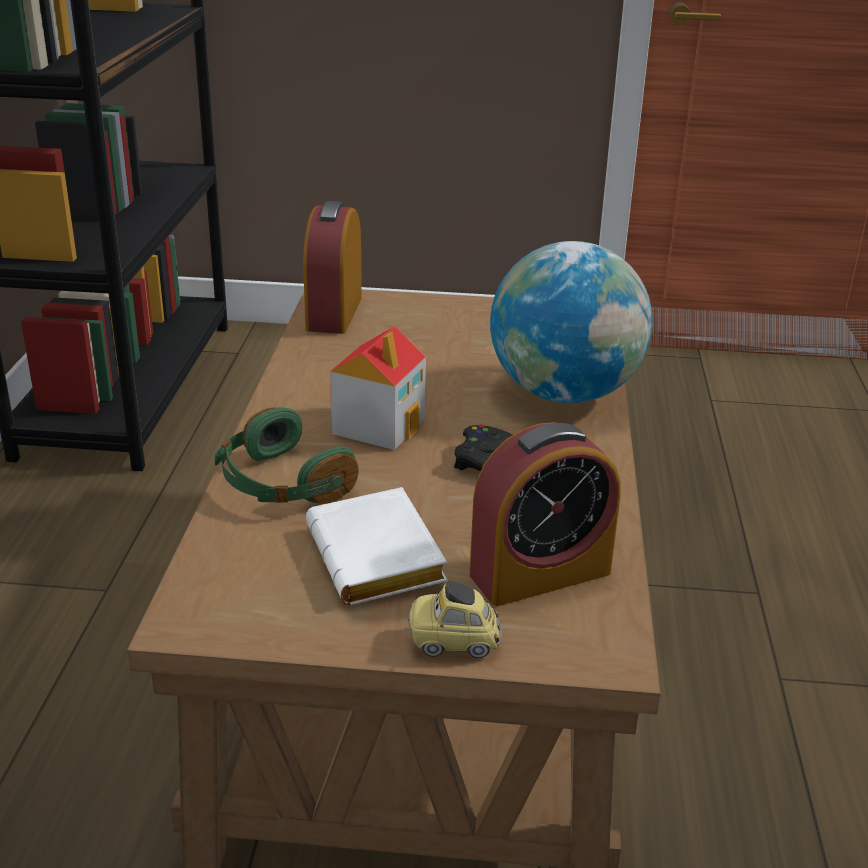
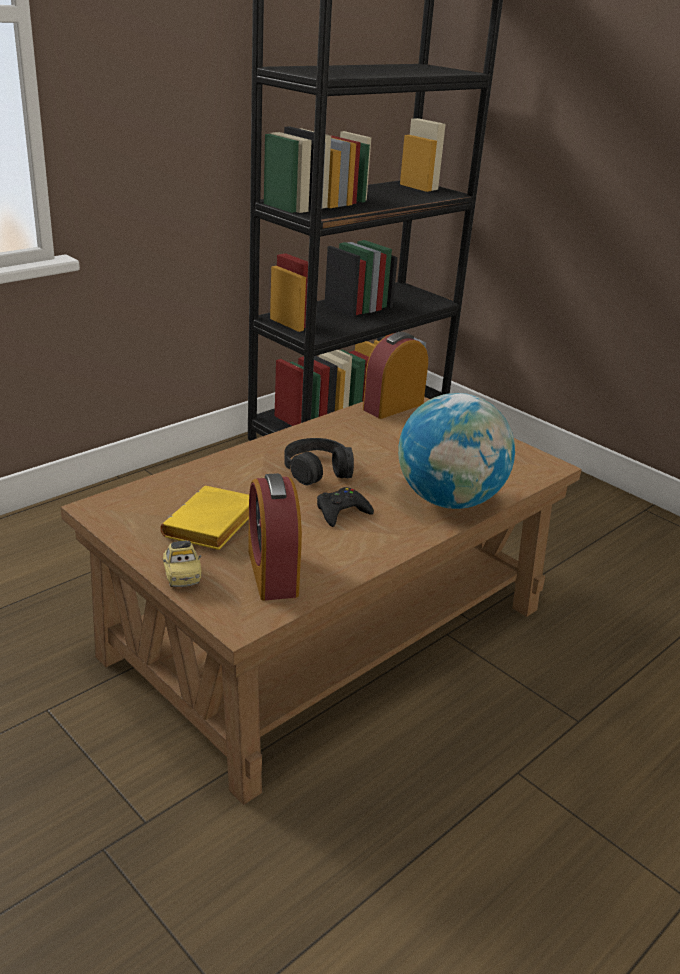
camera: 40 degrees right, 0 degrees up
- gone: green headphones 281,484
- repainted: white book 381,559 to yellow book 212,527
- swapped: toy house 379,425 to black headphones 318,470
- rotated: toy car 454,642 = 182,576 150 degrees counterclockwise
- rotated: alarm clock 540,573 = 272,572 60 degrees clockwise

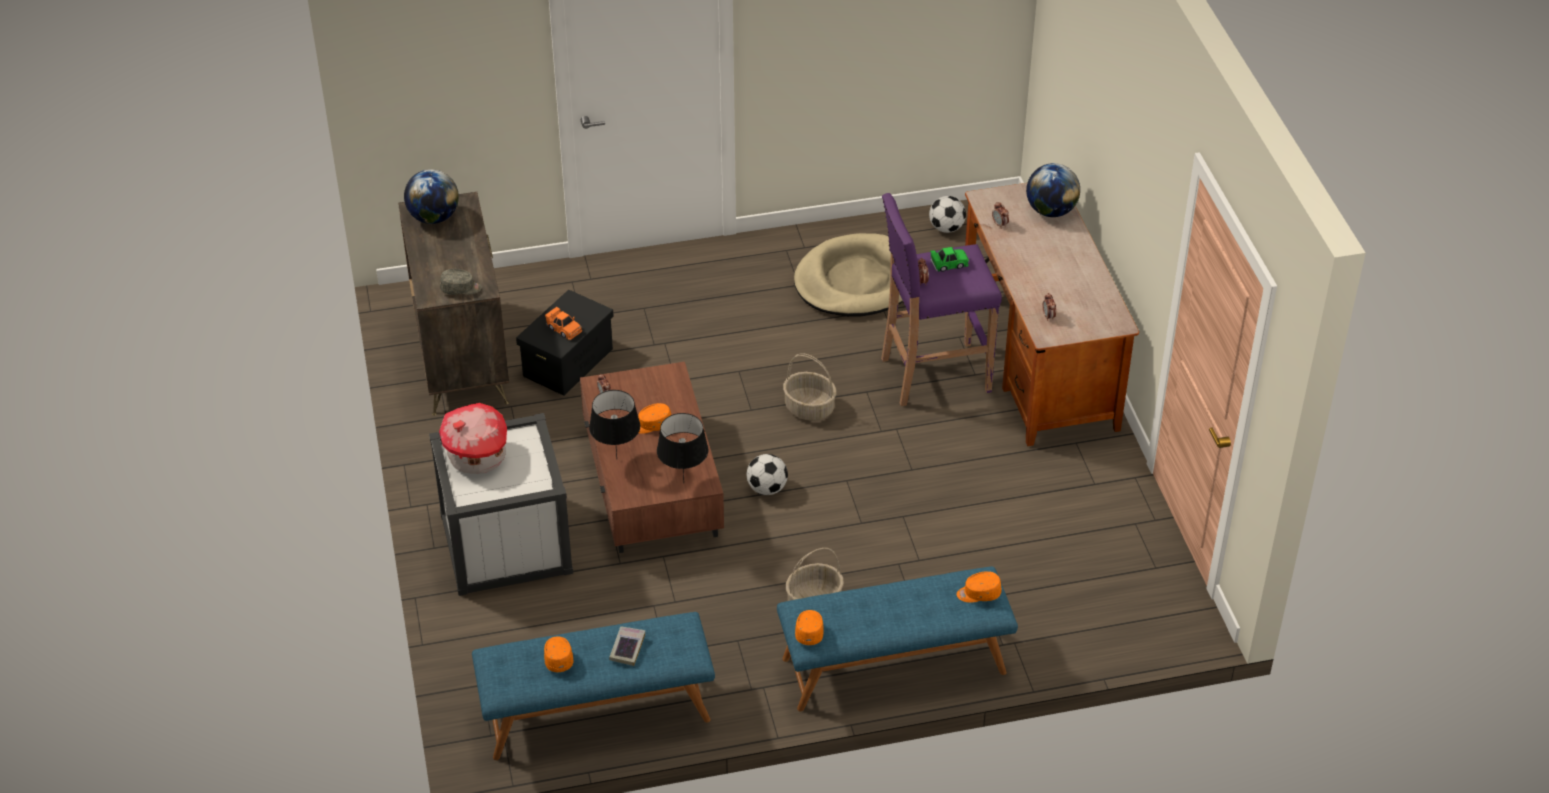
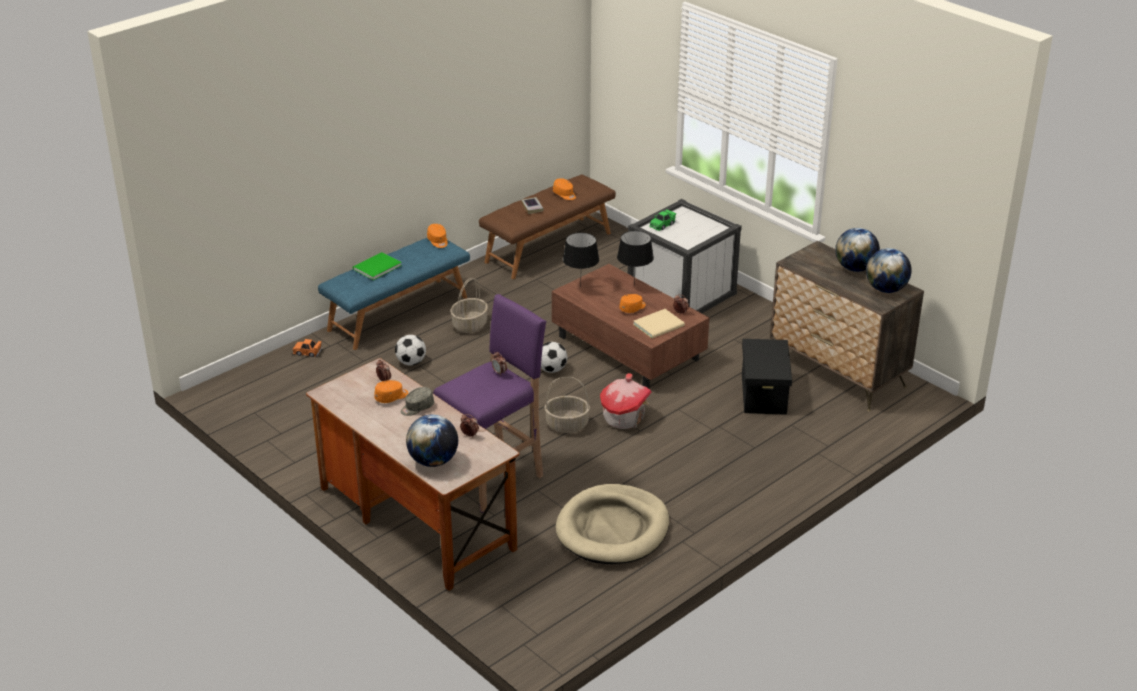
camera: 150 degrees right, 10 degrees down
- shifted: toy house 477,457 to 624,418
- shifted: grey cap 461,289 to 417,407
- repainted: blue bench 596,713 to brown bench 548,247
- shifted: orange toy car 564,329 to 307,352
- shifted: football 946,228 to 411,362
- shifted: green toy car 949,264 to 662,225
- shifted: orange cap 978,594 to 391,397
- new: green book 375,267
- new: beige book 660,325
- new: globe 855,268

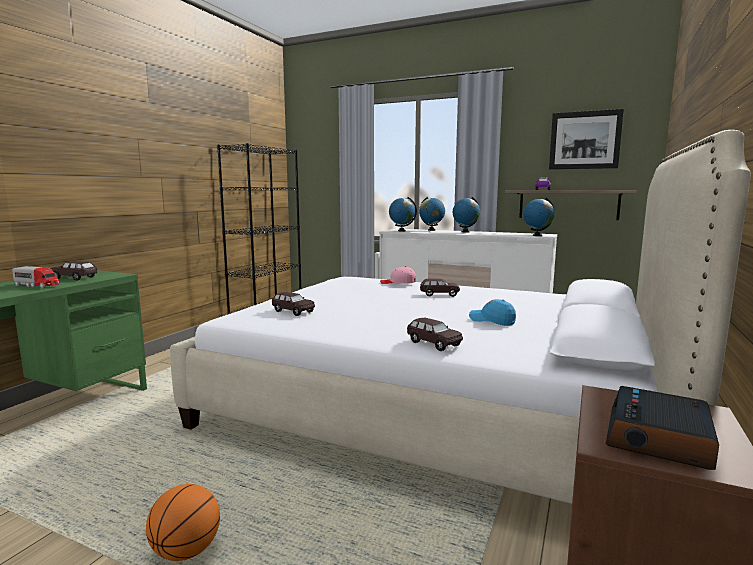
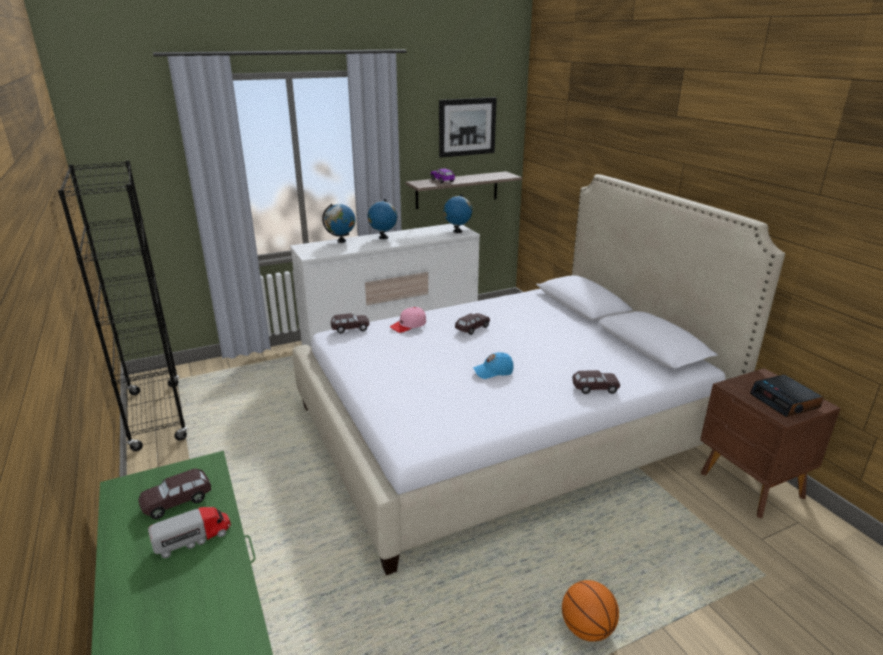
camera: 50 degrees left, 15 degrees up
- shifted: brown toy car 293,311 to 350,328
- gone: globe 401,231
- shifted: blue cap 492,321 to 493,372

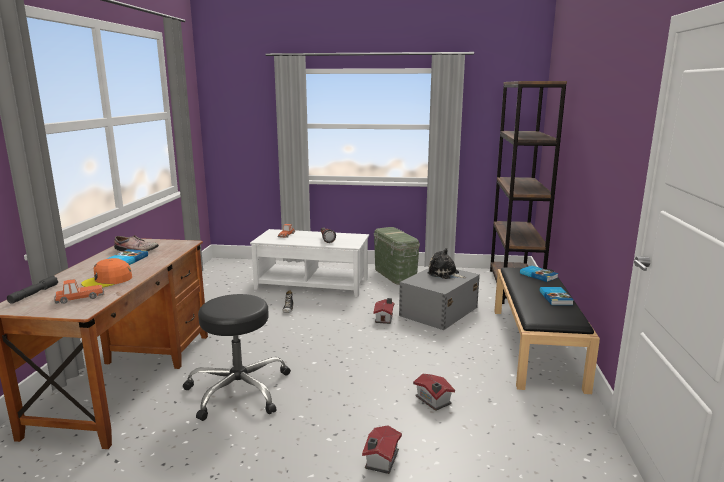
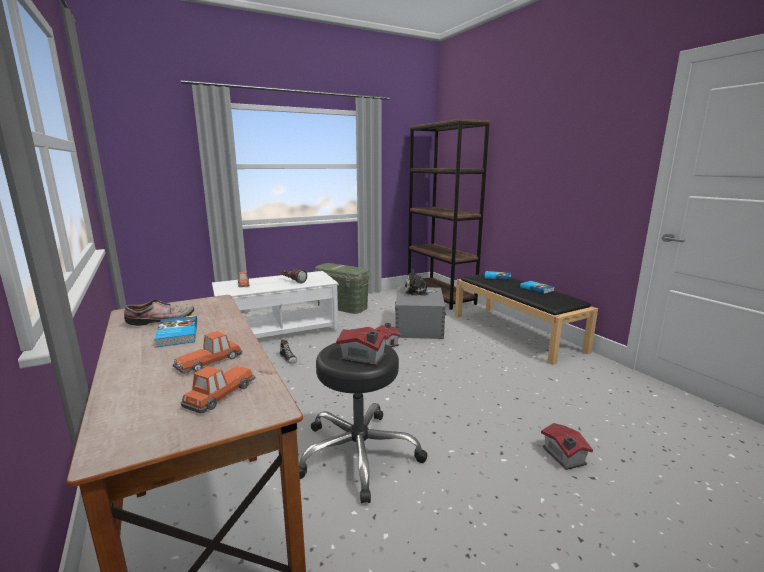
camera: 35 degrees left, 0 degrees up
- gone: grey flashlight 34,294
- swapped: orange cap 108,280 to toy car 209,361
- shifted: toy house 433,401 to 364,358

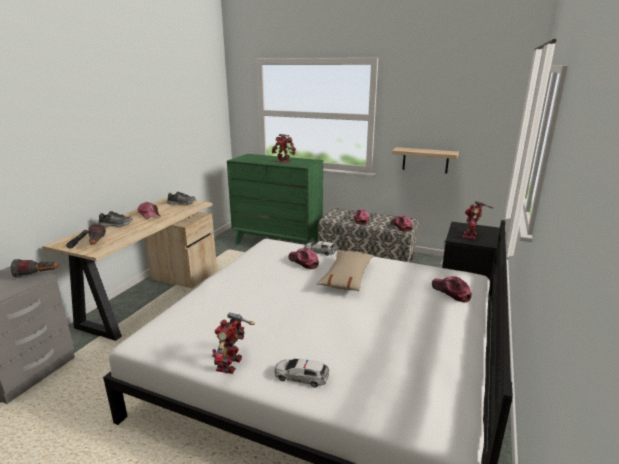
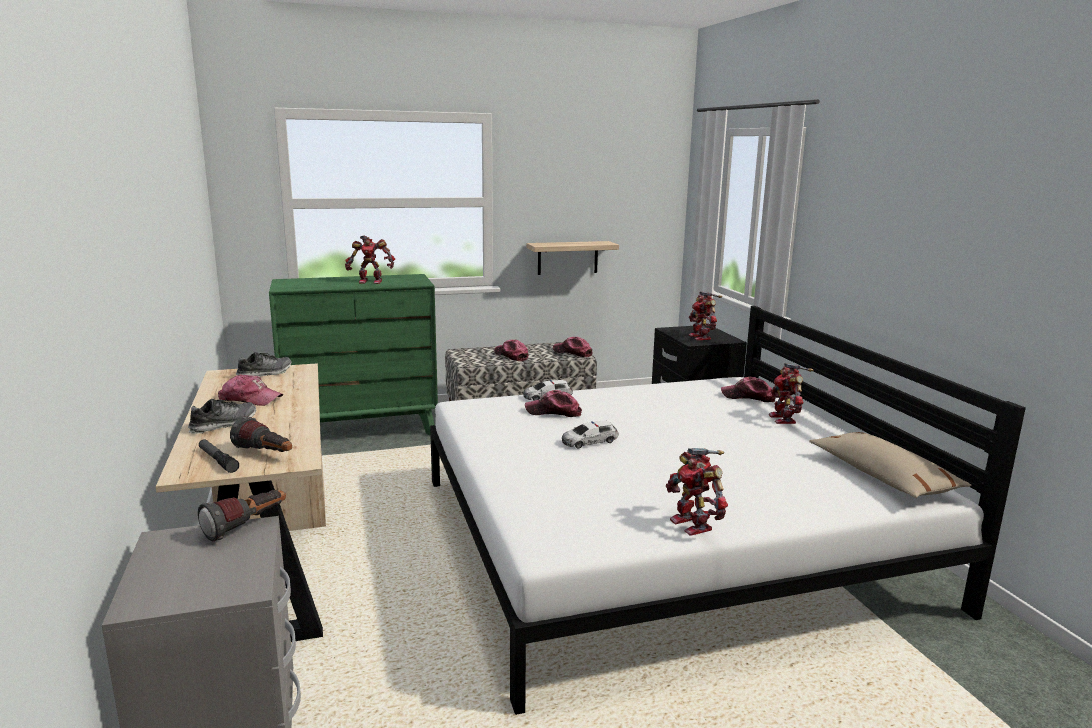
camera: 40 degrees left, 5 degrees down
- shifted: toy car 301,376 to 589,441
- shifted: beige pillow 347,277 to 882,477
- new: toy robot 784,419

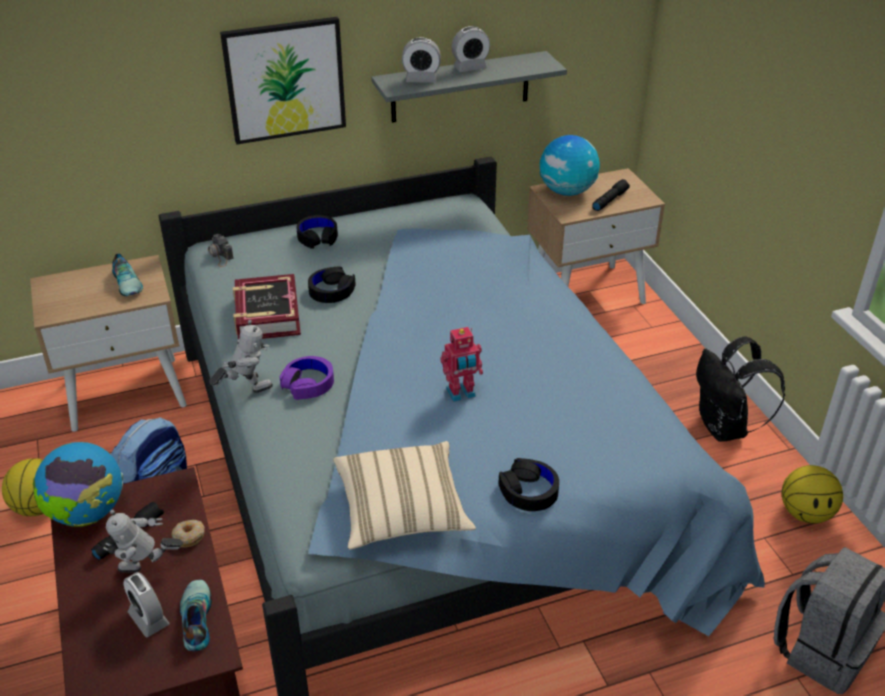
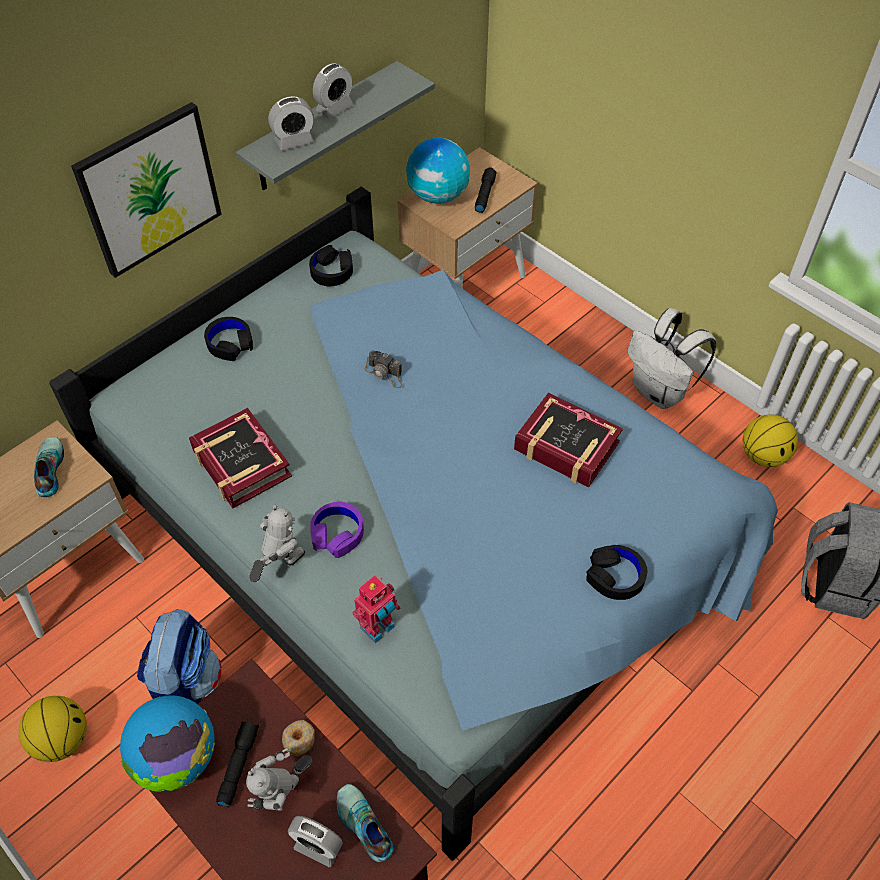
camera: 25 degrees left, 15 degrees up
- rotated: shoe 128,283 = 48,470 135 degrees counterclockwise
- shifted: photo camera 220,255 to 385,374
- shifted: black headphones 331,290 to 332,271
- gone: beige pillow 402,510
- shifted: toy robot 461,394 to 379,628
- repainted: black backpack 725,428 to white backpack 660,392
- new: book 566,446

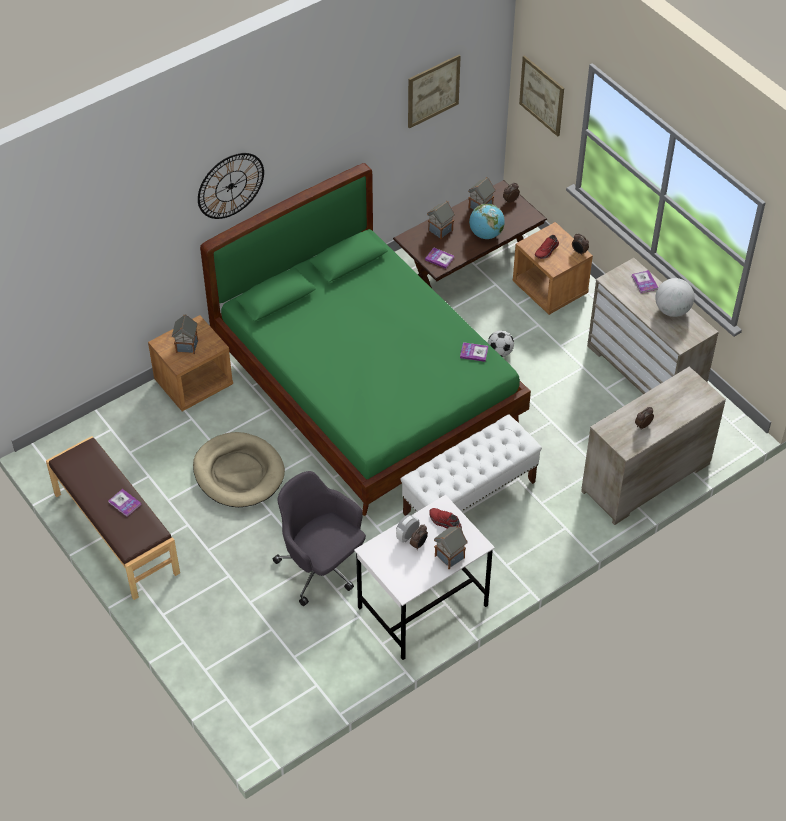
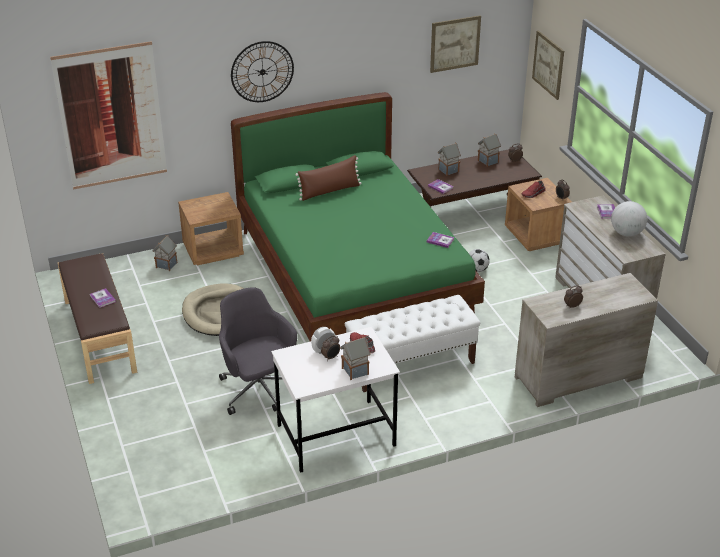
camera: 15 degrees right, 15 degrees down
- shifted: toy house 187,345 to 166,264
- gone: globe 486,234
- new: picture 111,116
- new: brown pillow 329,191

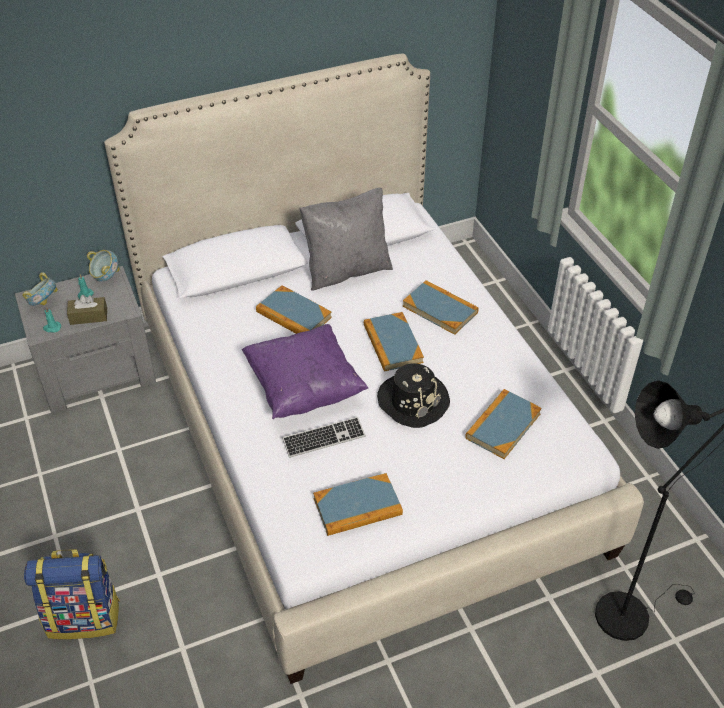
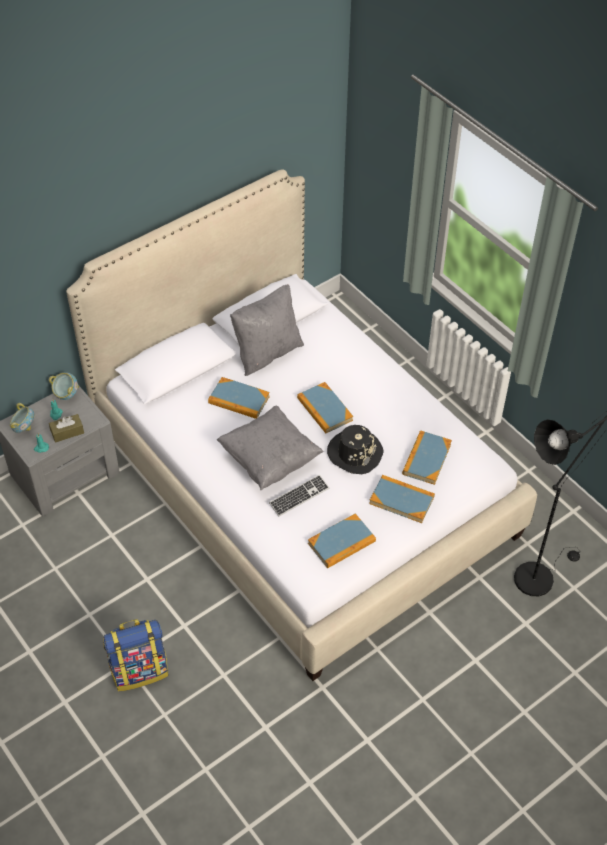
camera: 15 degrees left, 5 degrees up
- repainted: purple pillow 304,388 to grey pillow 269,460
- shifted: book 440,309 to 401,500

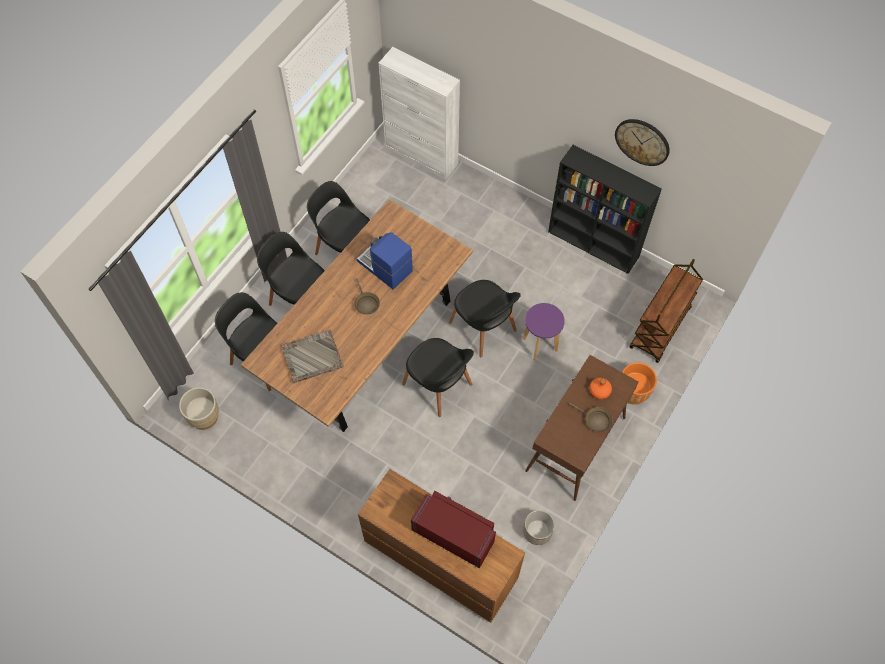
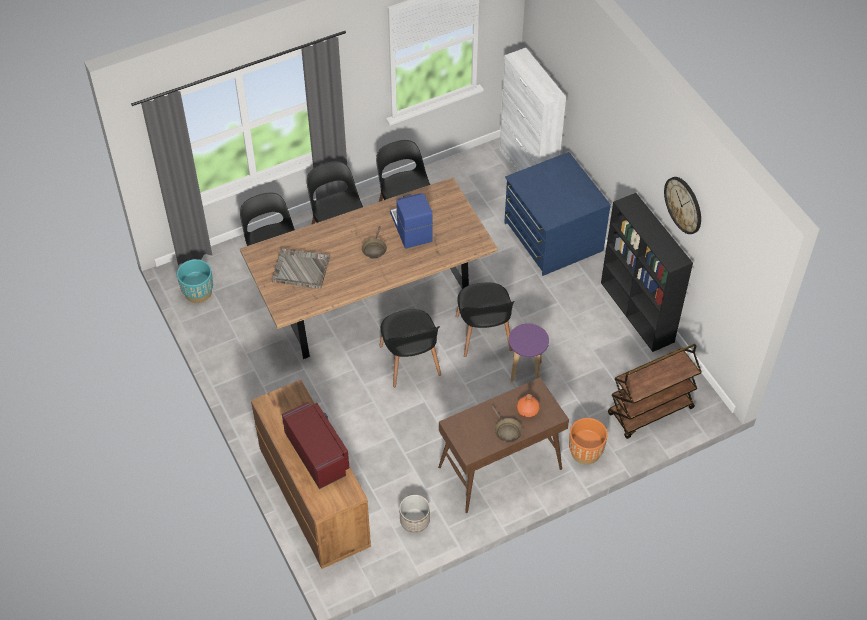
camera: 30 degrees right, 10 degrees down
- repainted: beige planter 204,416 to turquoise planter 198,292
- new: blue dresser 552,237

